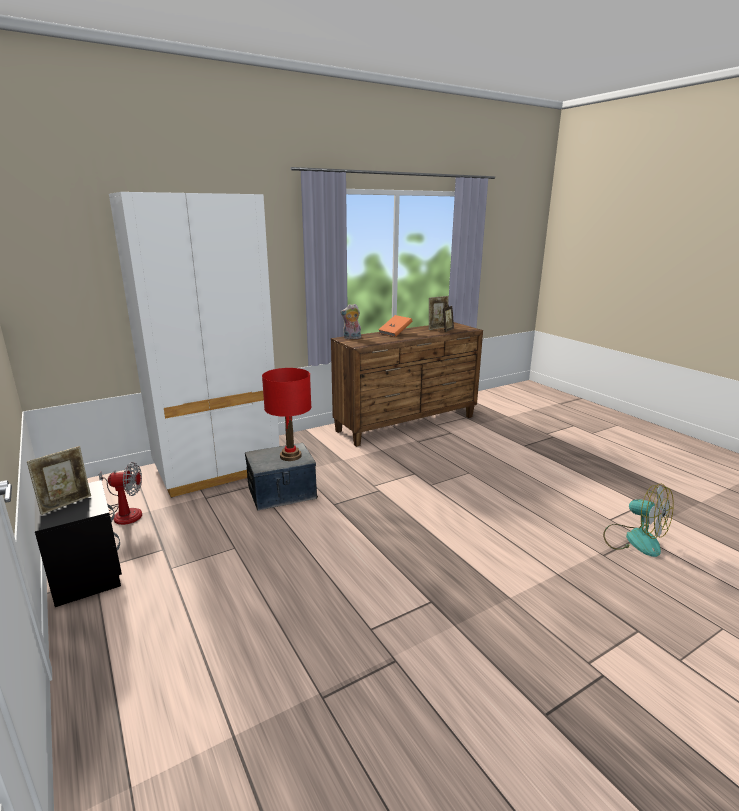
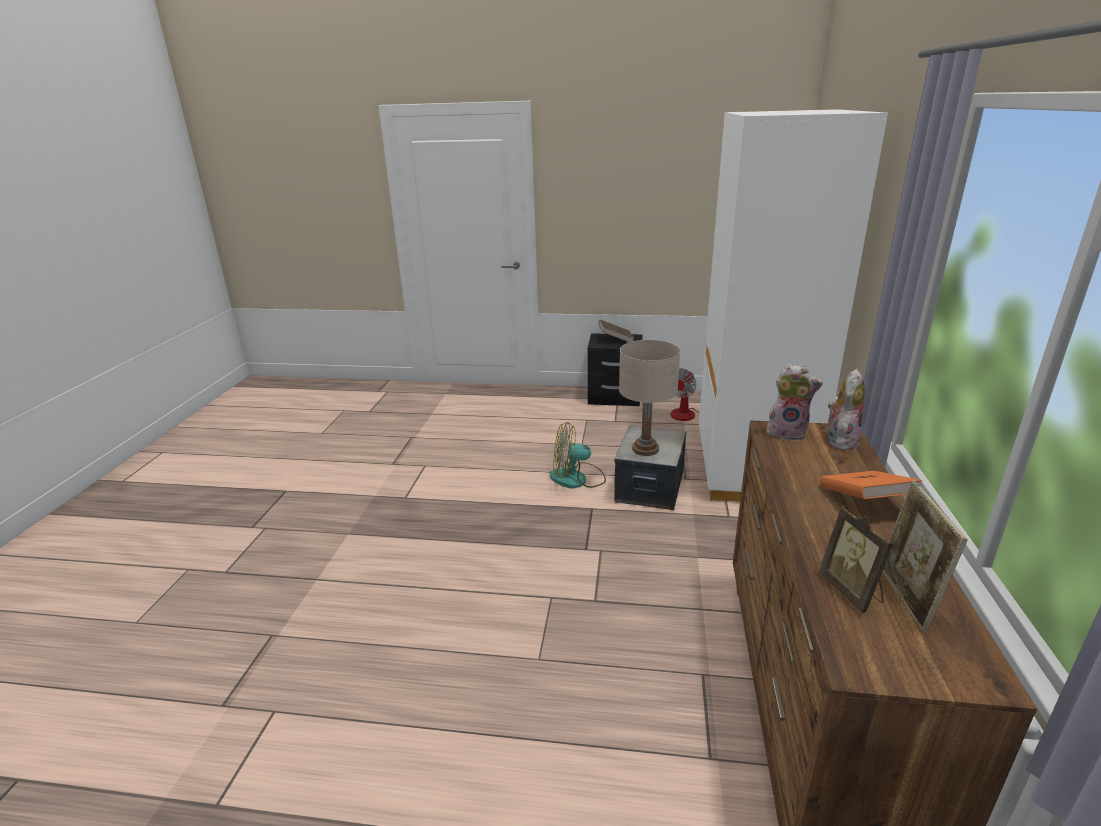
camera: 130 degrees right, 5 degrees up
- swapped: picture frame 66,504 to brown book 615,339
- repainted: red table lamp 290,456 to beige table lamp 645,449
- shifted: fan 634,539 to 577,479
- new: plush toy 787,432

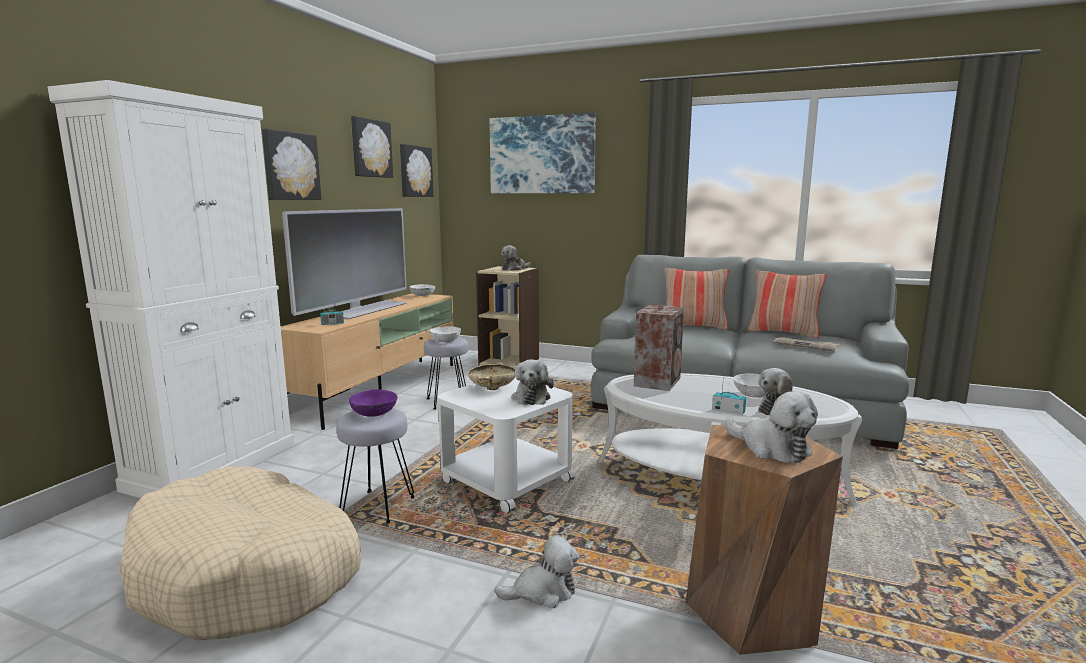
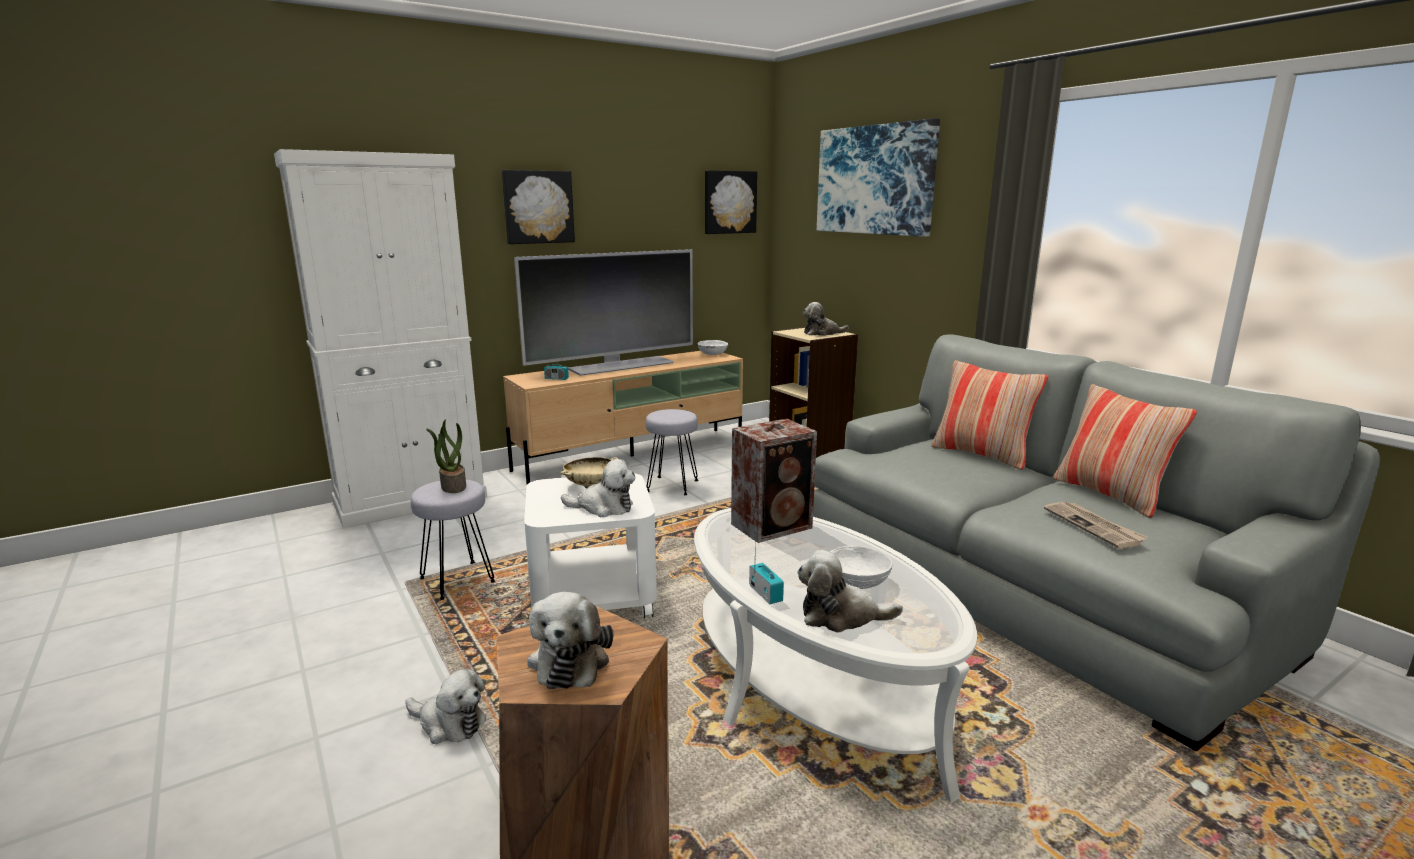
camera: 35 degrees right, 5 degrees up
- gone: beige dog bed 248,573
- swapped: purple bowl 373,413 to potted plant 453,486
- gone: picture 370,148
- gone: white bowl 445,340
- rotated: plush toy 531,397 = 603,507 120 degrees counterclockwise

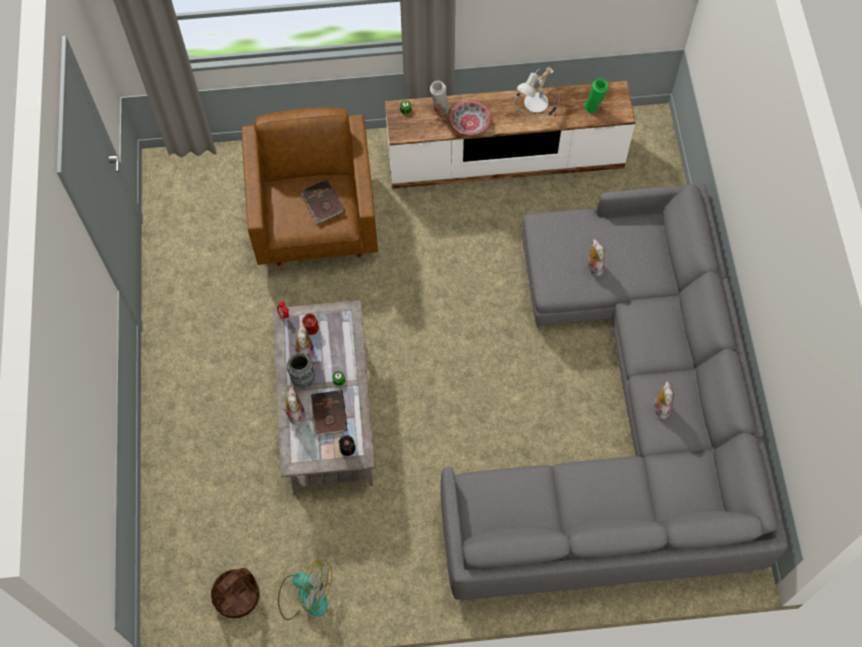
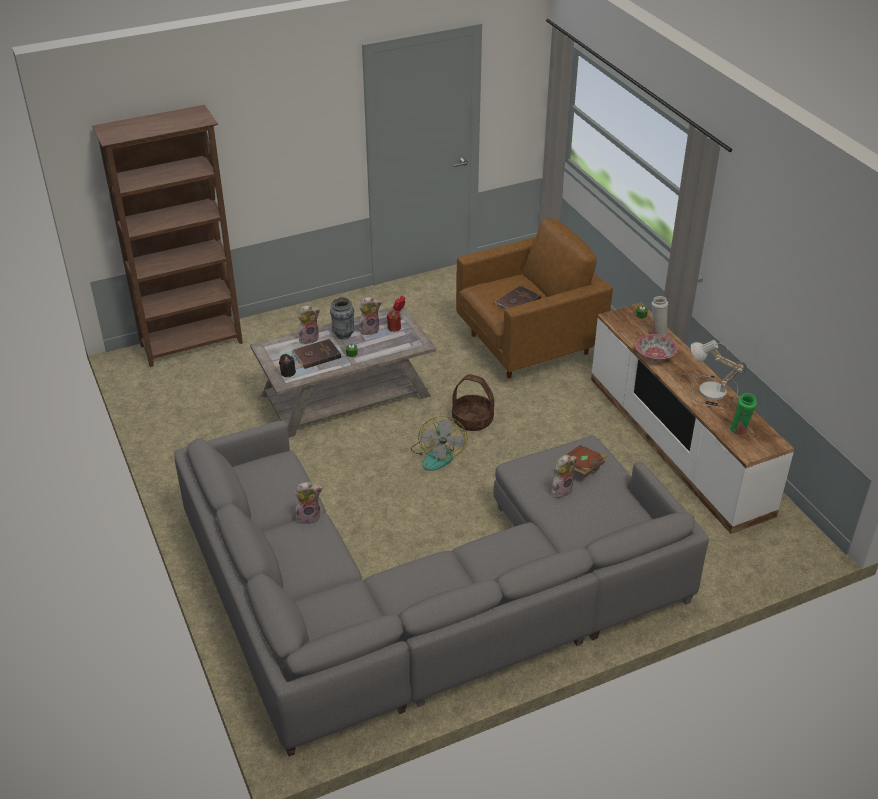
camera: 70 degrees right, 25 degrees down
- shifted: basket 237,596 to 473,420
- shifted: fan 305,594 to 437,454
- shifted: plush toy 660,407 to 309,516
- new: brown bookcase 192,344
- new: brown book 582,468

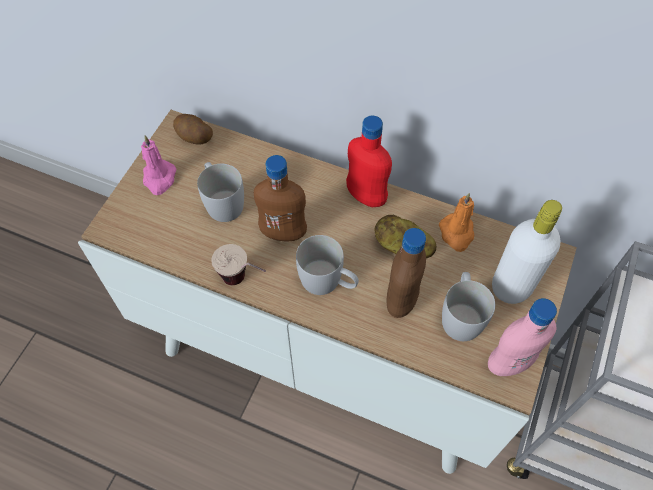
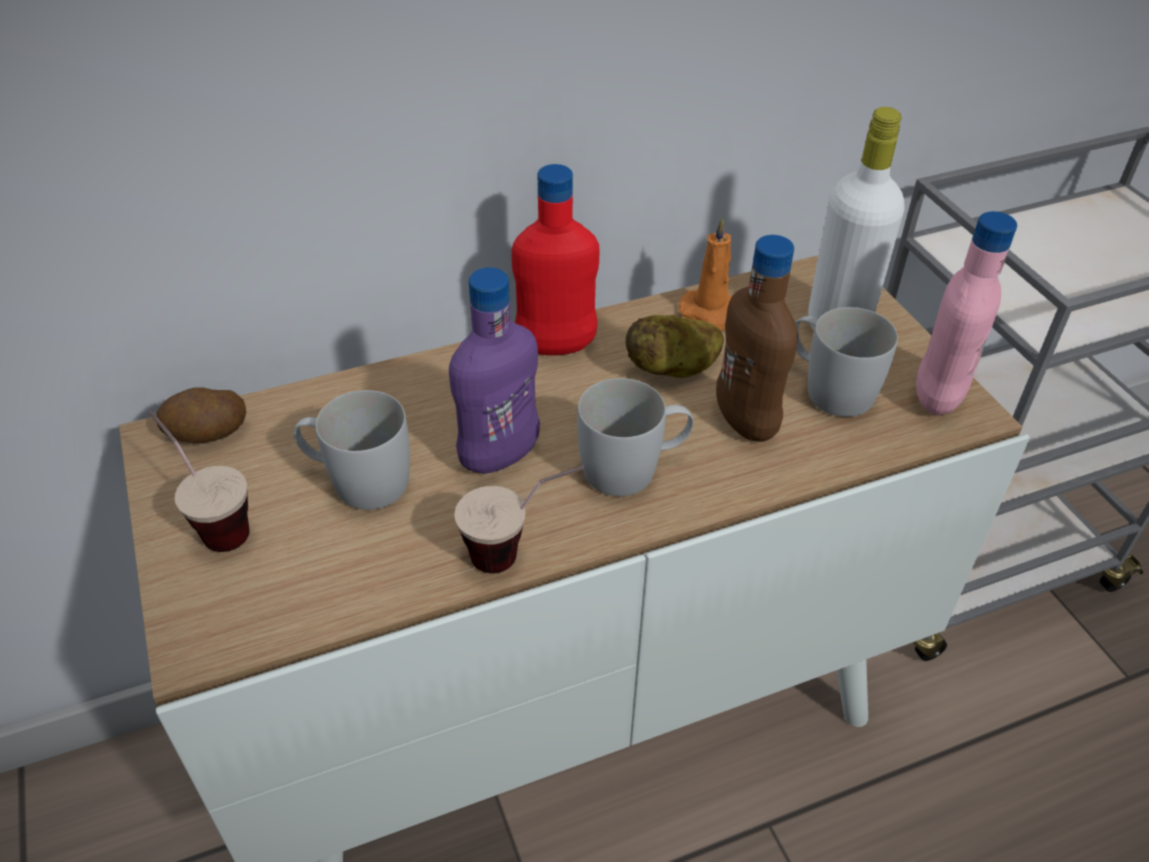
camera: 45 degrees left, 15 degrees down
- swapped: pink candle 159,178 to cup 211,520
- repainted: brown bottle 283,233 to purple bottle 499,456

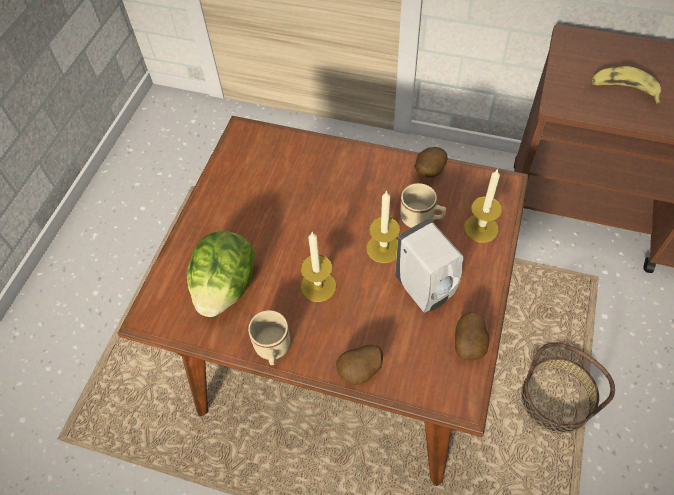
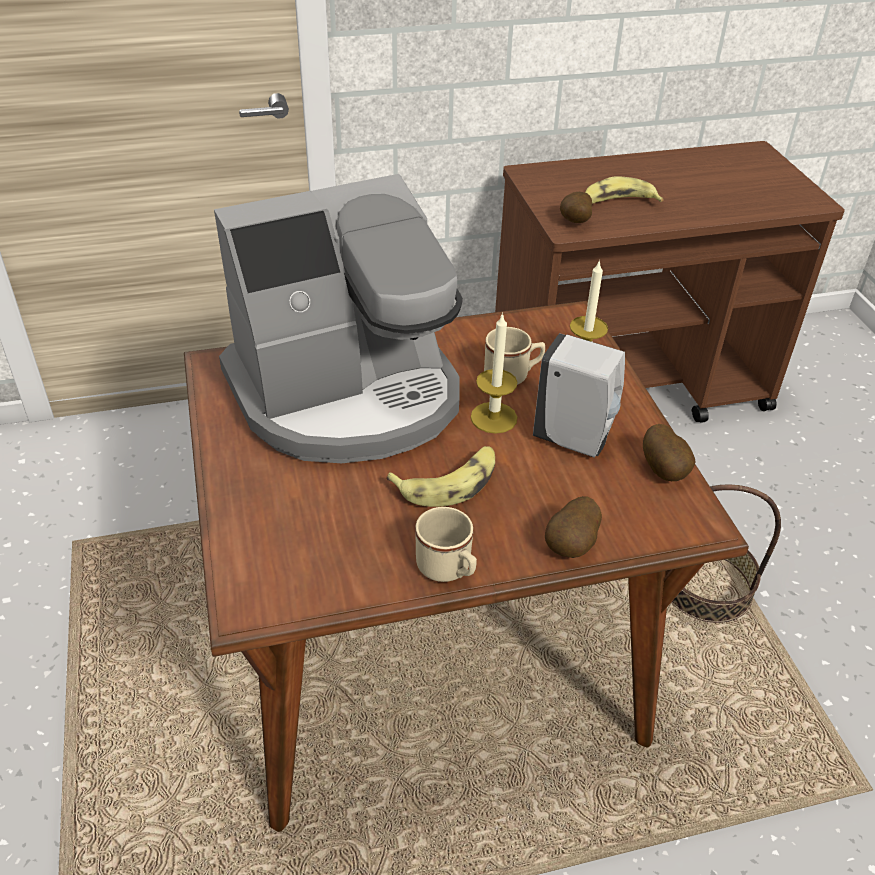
camera: 35 degrees left, 15 degrees down
- gone: lettuce 226,287
- swapped: candle 318,286 to banana 449,482
- shifted: potato 428,172 to 574,223
- new: coffee machine 348,395

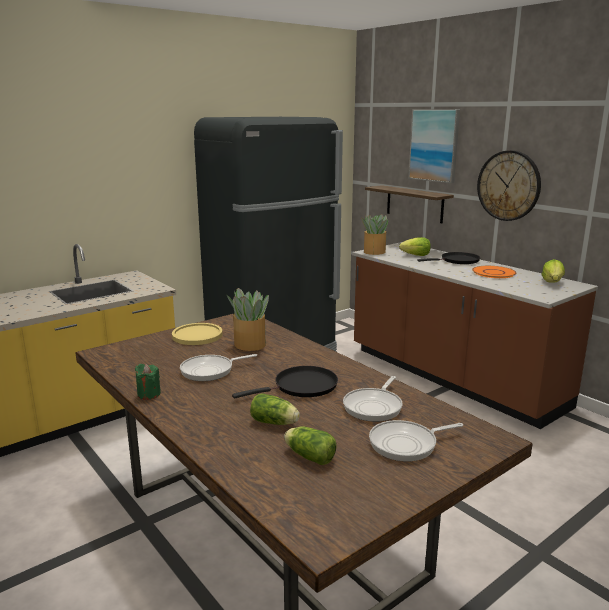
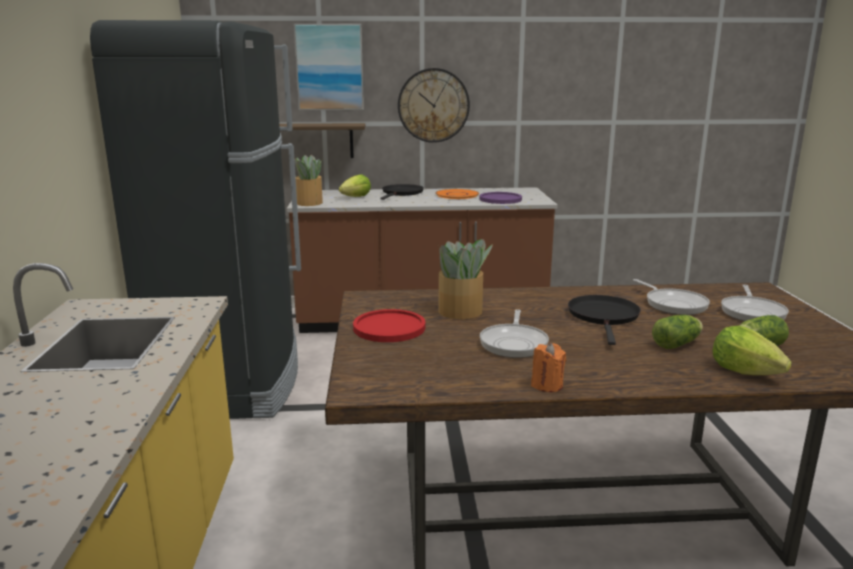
camera: 55 degrees left, 0 degrees up
- repainted: green candle 149,394 to orange candle 547,385
- repainted: yellow plate 197,335 to red plate 389,327
- shifted: lettuce 552,282 to 744,371
- new: purple plate 500,199

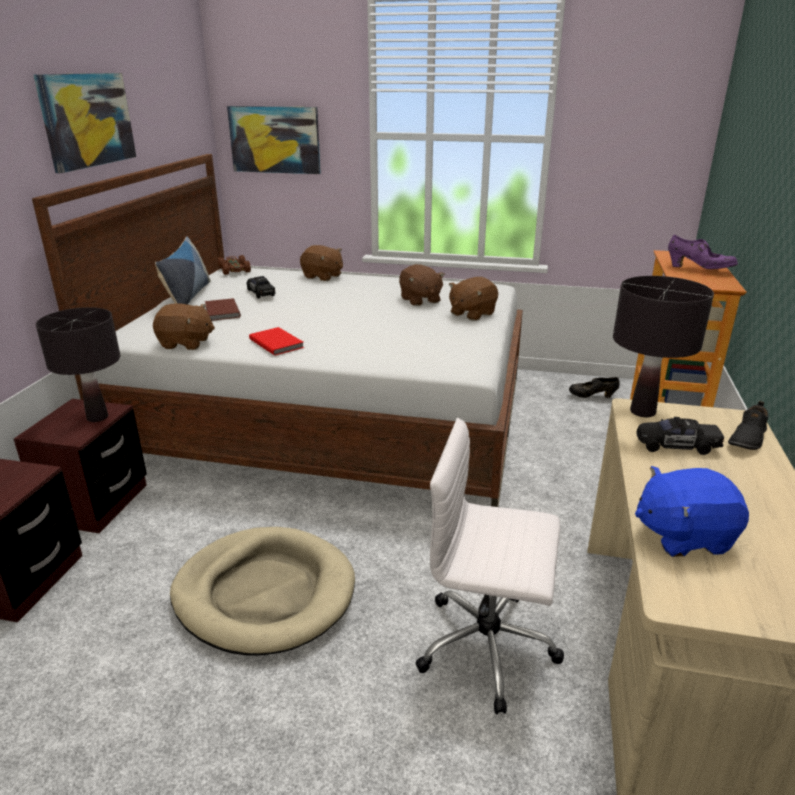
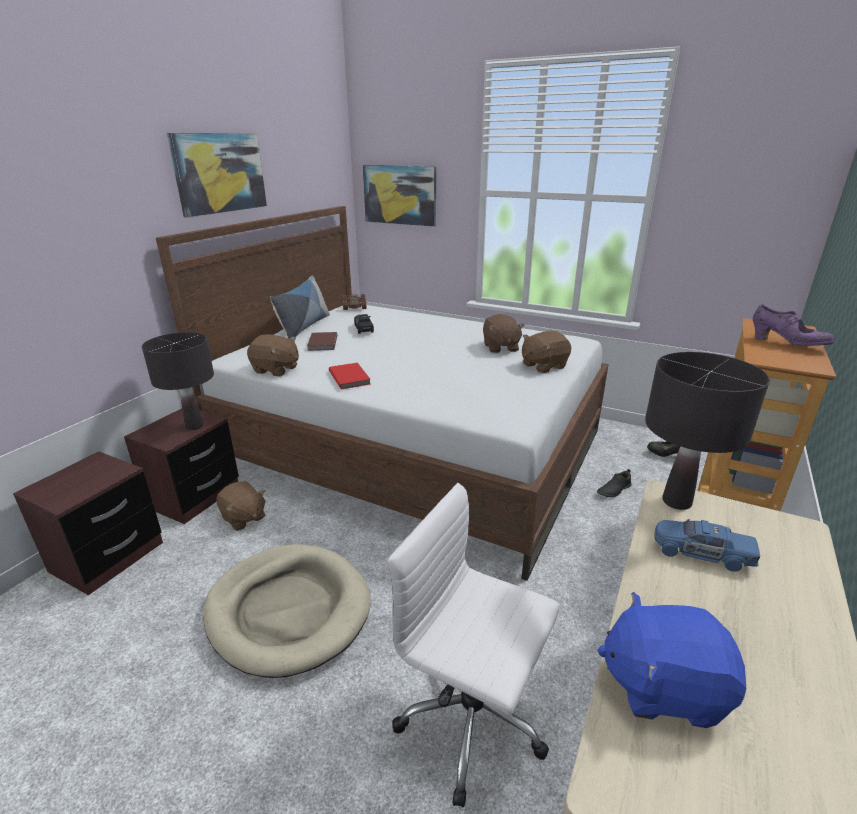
camera: 15 degrees right, 0 degrees up
- shifted: brown plush toy 322,276 to 243,518
- repainted: black toy car 676,446 to blue toy car 701,553
- shifted: black shoe 746,438 to 613,490

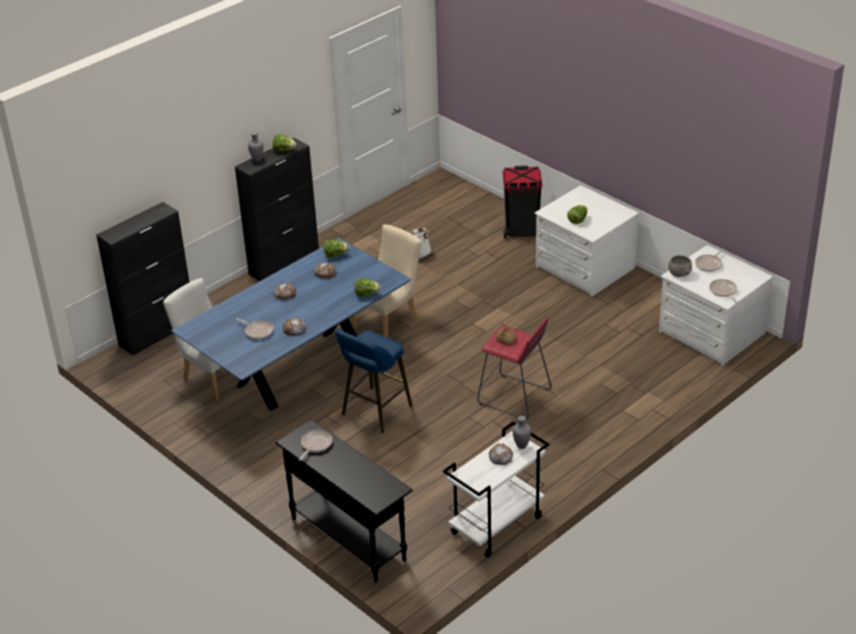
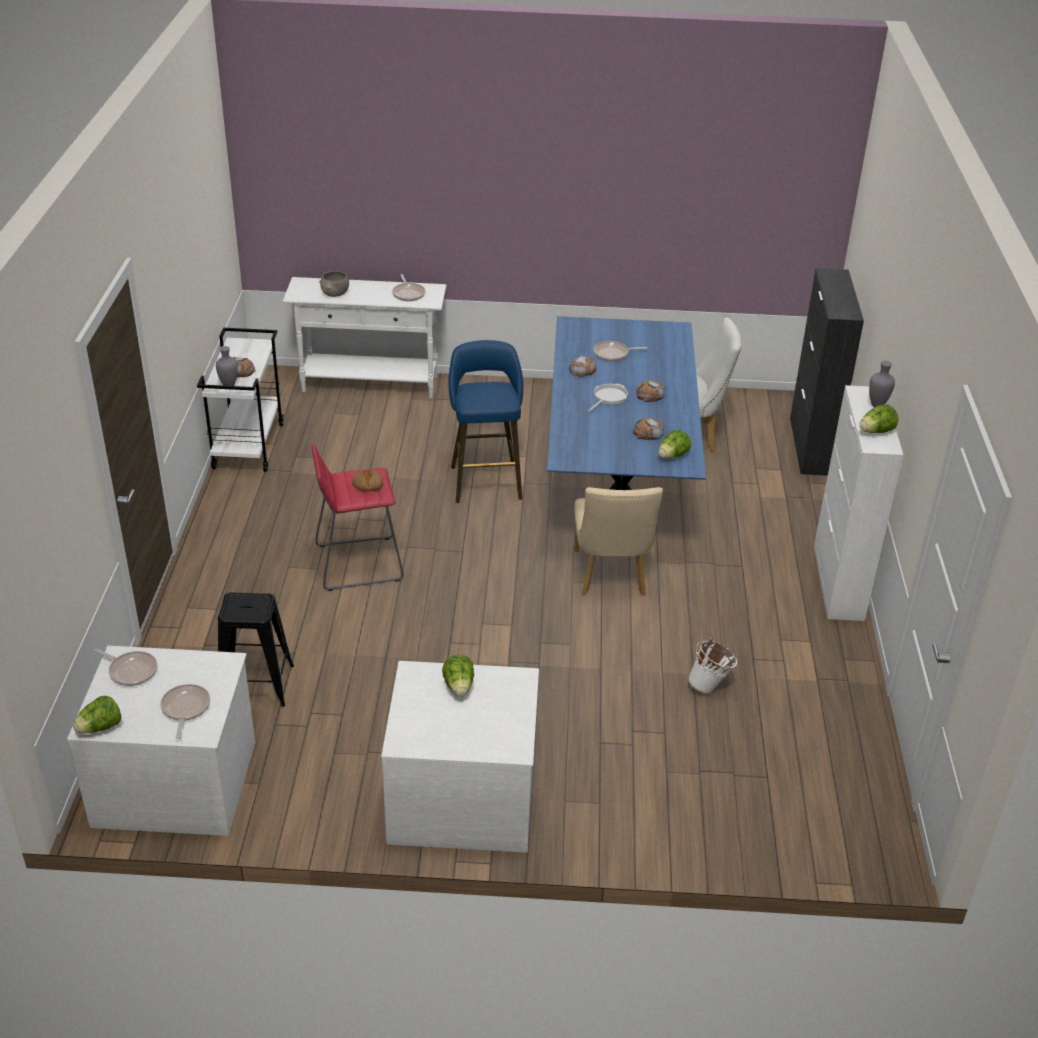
camera: 135 degrees right, 0 degrees up
- repainted: black cabinet 284,263 to white cabinet 838,582
- repainted: black console table 348,539 to white console table 370,384
- shifted: lettuce 366,294 to 100,728
- gone: black trash can 522,231
- shifted: grey bowl 679,273 to 335,293
- new: black stool 256,684
- new: frying pan 608,398

